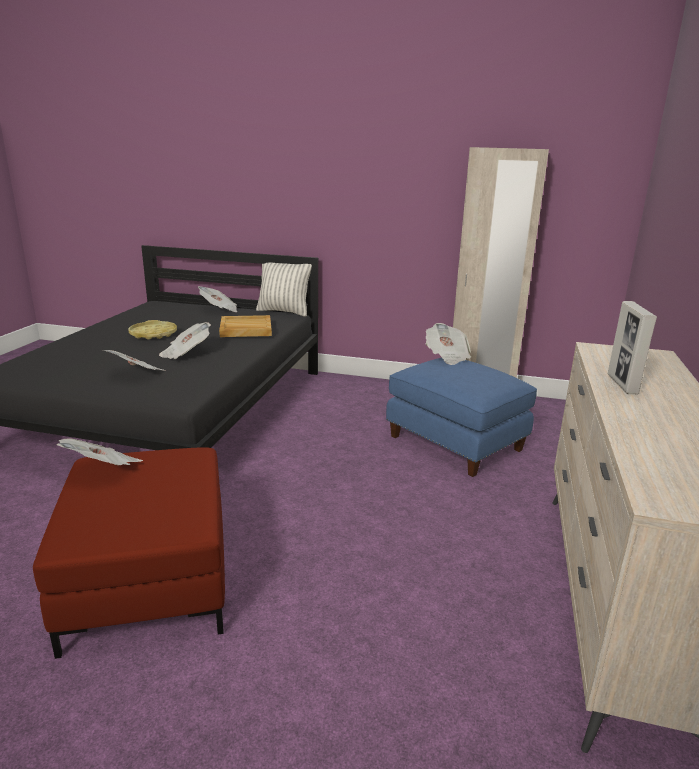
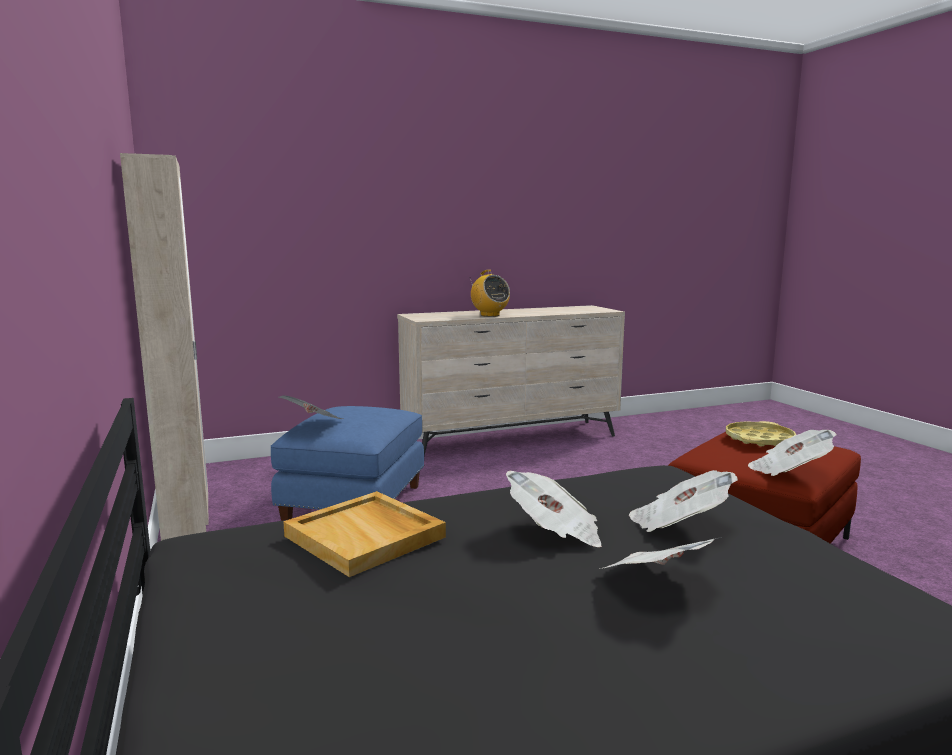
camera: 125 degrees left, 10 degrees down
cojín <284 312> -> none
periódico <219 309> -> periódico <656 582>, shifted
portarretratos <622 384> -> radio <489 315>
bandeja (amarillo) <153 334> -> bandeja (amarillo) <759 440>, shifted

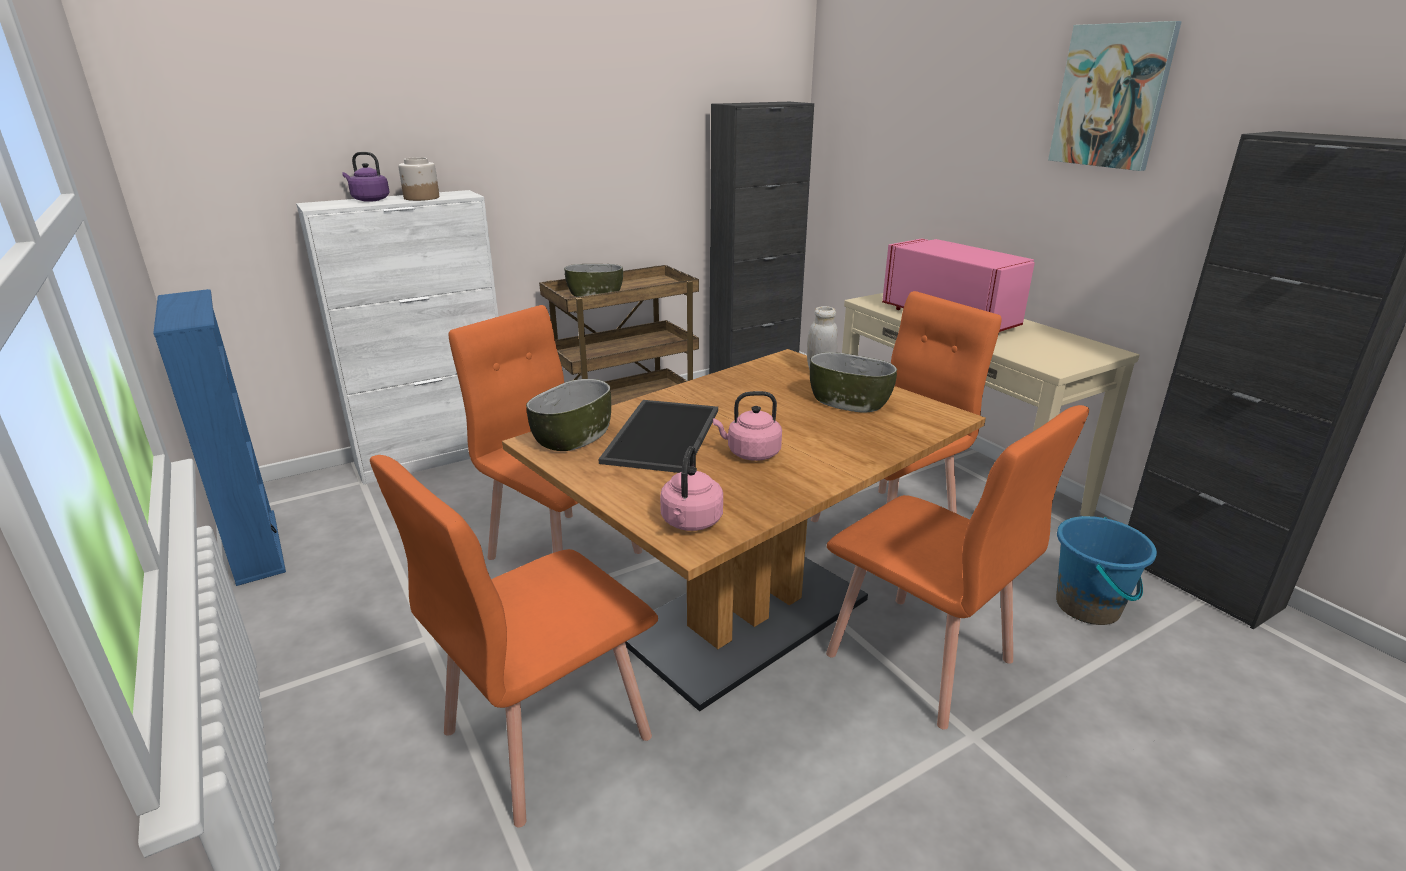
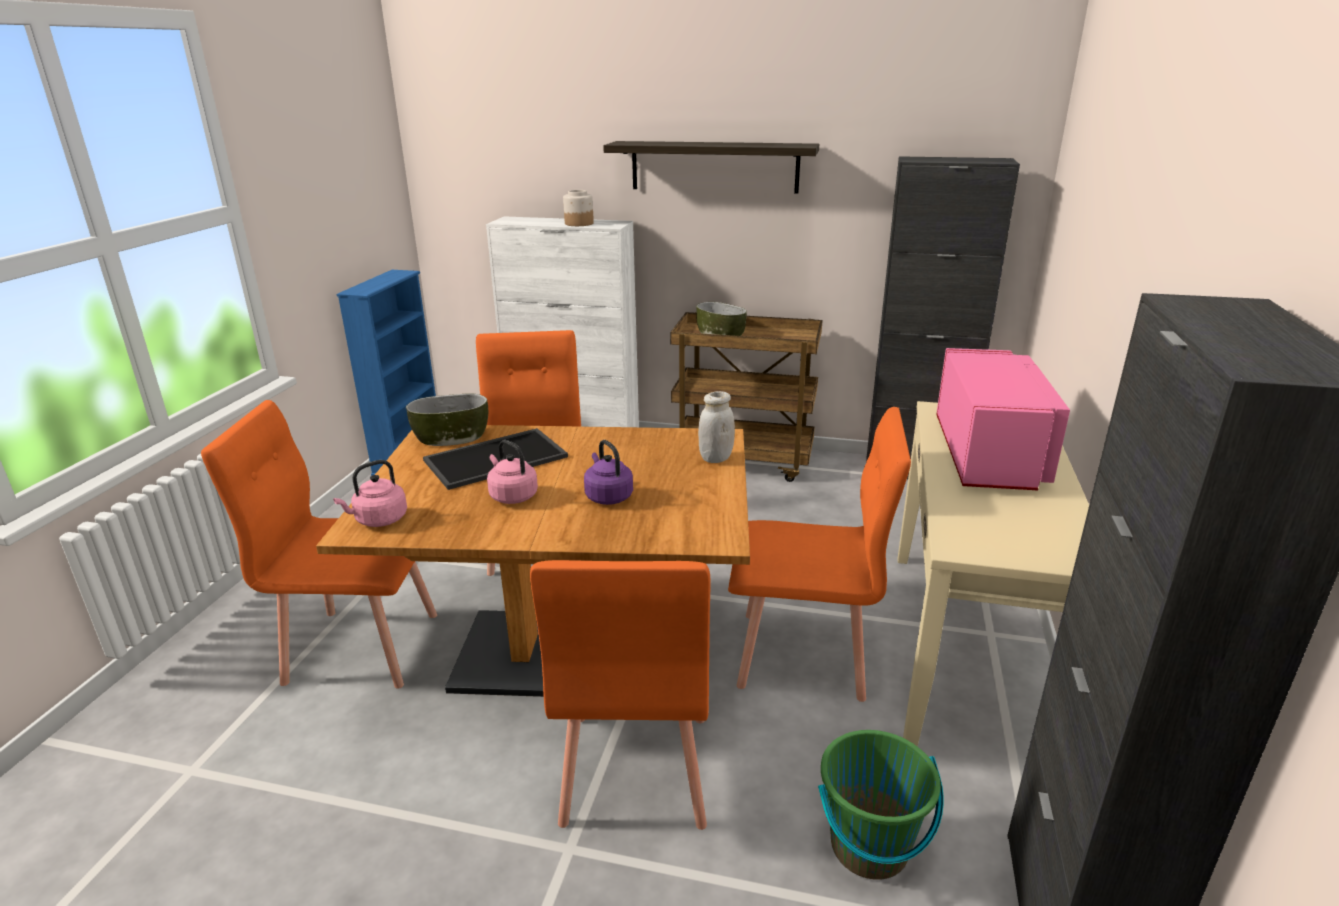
camera: 45 degrees right, 0 degrees up
cuadro <1111 96> -> none
hervidor (morado) <369 200> -> hervidor (morado) <607 496>, shifted
cuenco <849 401> -> none
cubo (azul) <1088 606> -> cubo (verde) <869 847>
none -> estante <714 166>

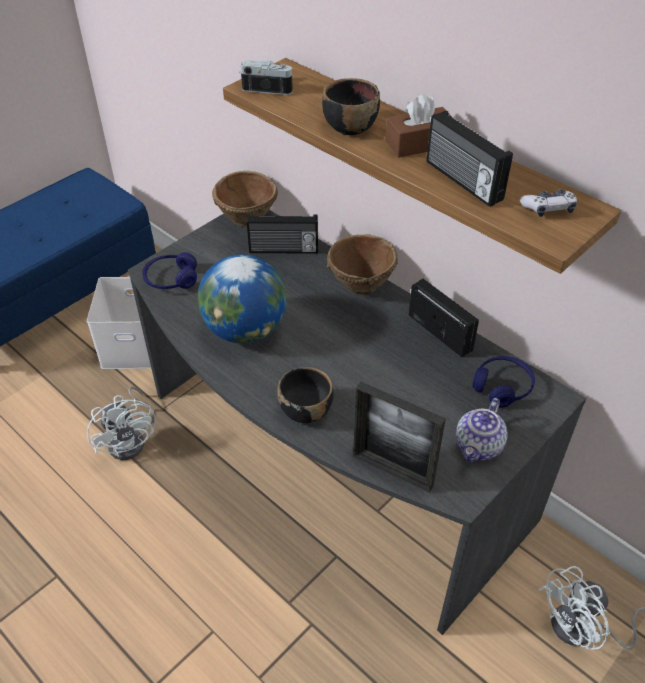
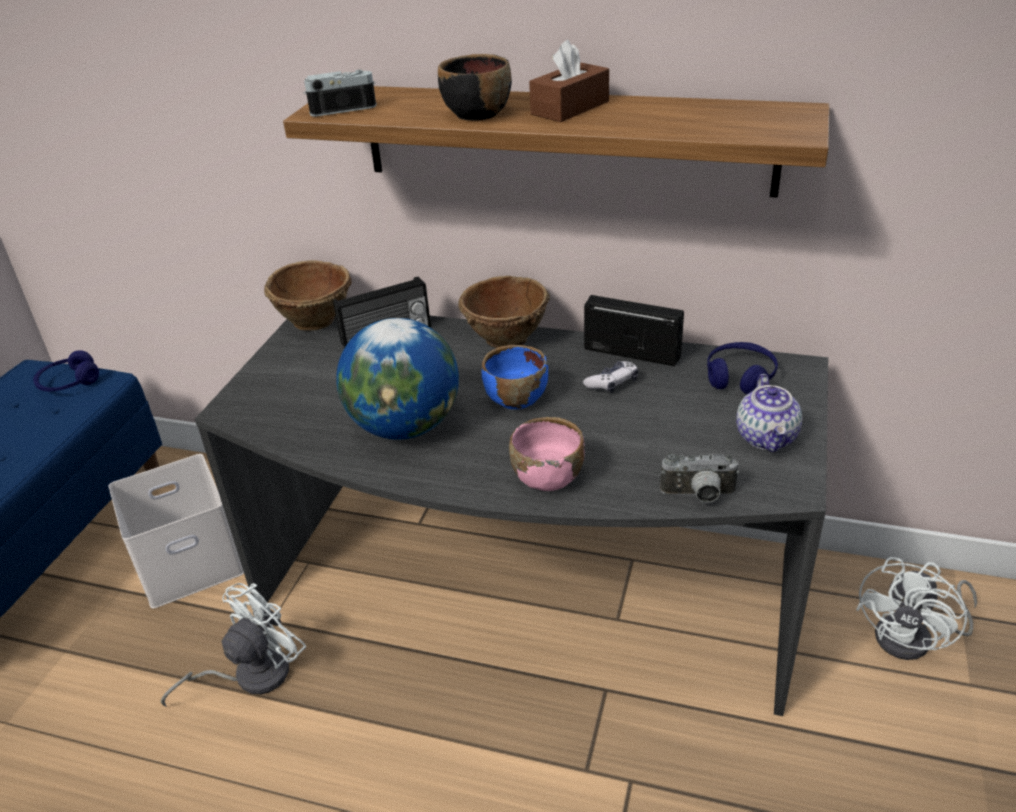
camera: 25 degrees left, 10 degrees down
radio <462 181> -> none
mando de consola <548 209> -> mando de consola <612 383>, shifted
auriculares (azul) <171 279> -> auriculares (azul) <69 383>, shifted
cuenco (negro) <306 410> -> cuenco (rosa) <547 477>
portarretratos <392 470> -> cámara <698 496>
ventilador (blanco) <131 440> -> ventilador (blanco) <251 675>, 90 degrees counterclockwise
none -> cuenco (azul) <515 399>

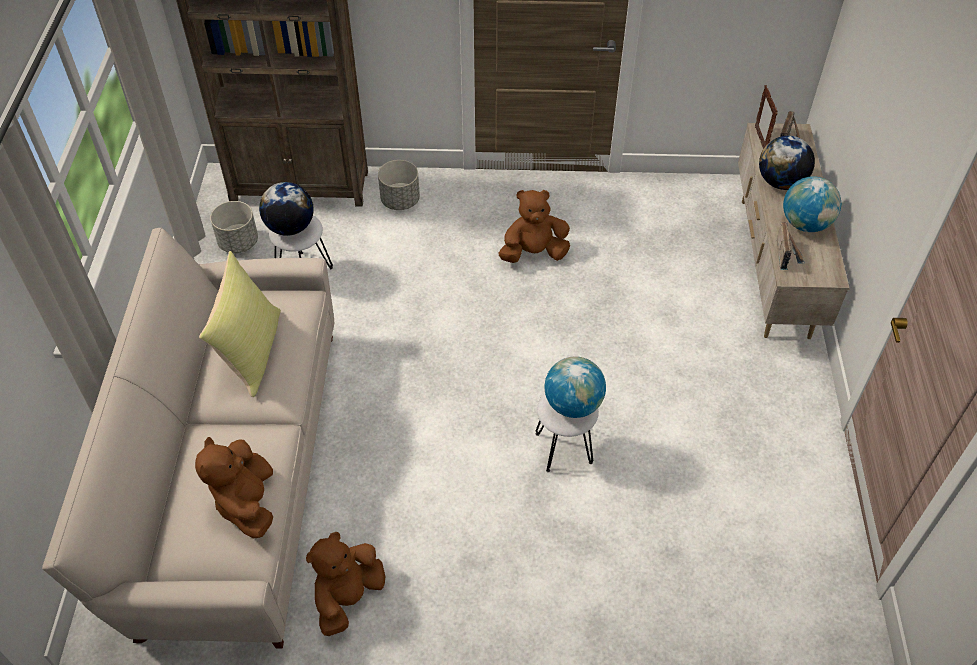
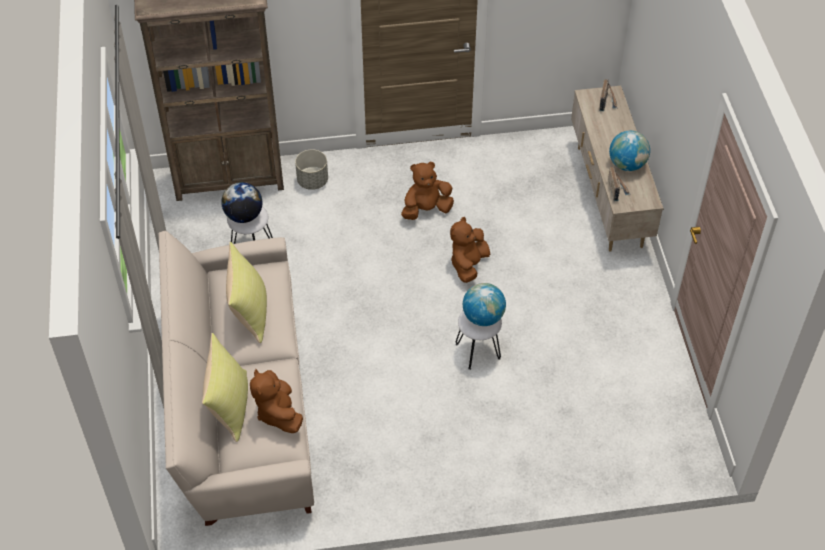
camera: 10 degrees left, 0 degrees up
portarretratos <760 140> -> none
globo terráqueo <780 182> -> none
maceta (gris) <238 242> -> none
peluche (marrón) <348 597> -> peluche (marrón) <468 264>, shifted
none -> cojín (amarillo) <229 406>

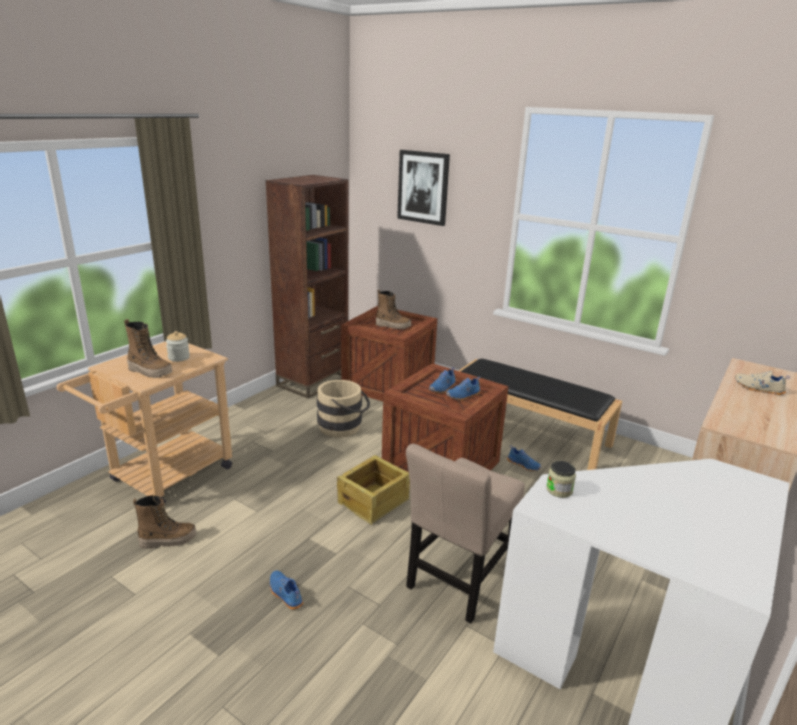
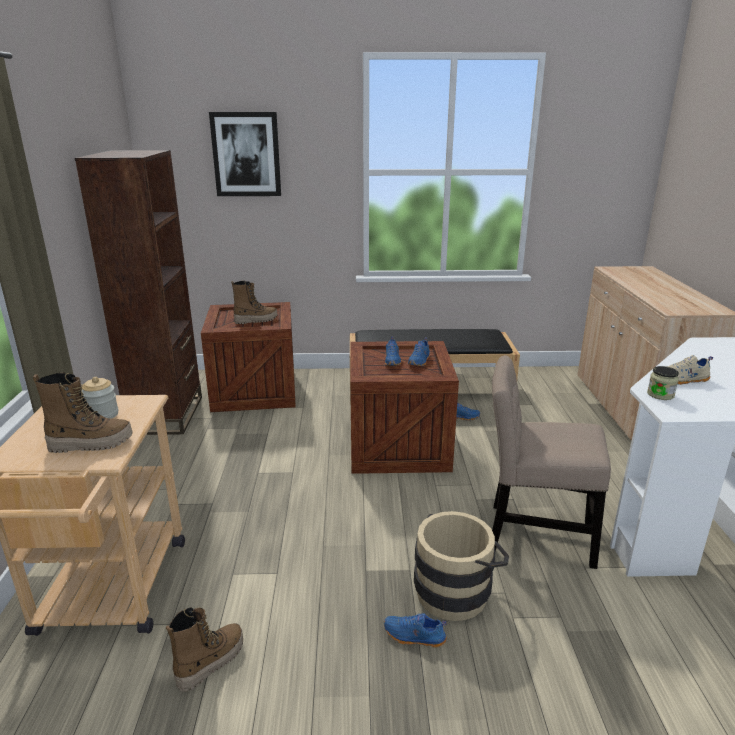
camera: 35 degrees left, 0 degrees up
zapato (beis) <758 389> -> zapato (beis) <682 380>, shifted
cubo (beis) <344 427> -> cubo (beis) <457 590>, shifted
silla (beis) <459 580> -> silla (beis) <534 534>, 105 degrees clockwise
caja de embalaje <374 501> -> none

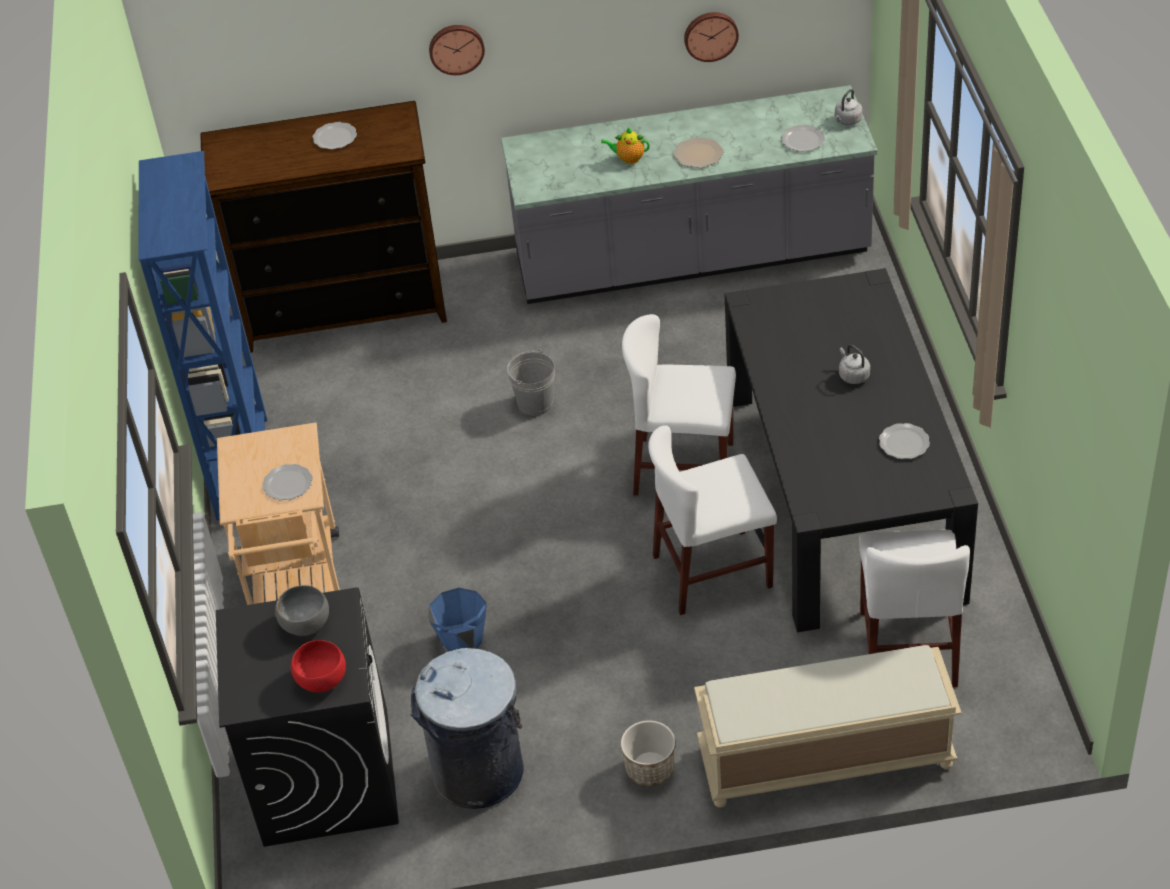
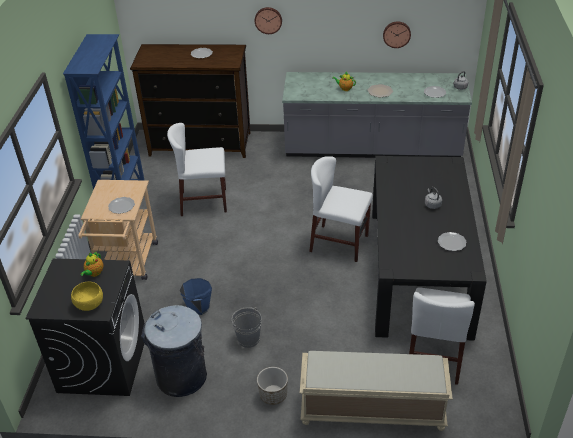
camera: 10 degrees right, 5 degrees down
cubo (gris) <535 403> -> cubo (gris) <248 339>, shifted
silla (blanco) <712 571> -> silla (blanco) <204 202>, shifted
cuenco (gris) <305 623> -> tetera <94 273>
cuenco (rojo) <321 679> -> cuenco (amarillo) <89 304>

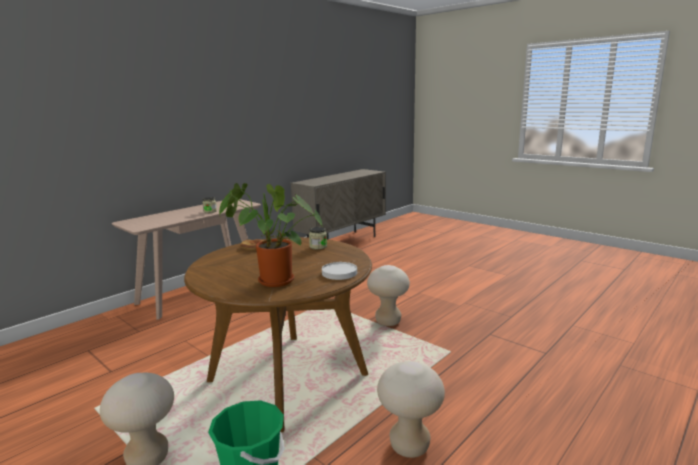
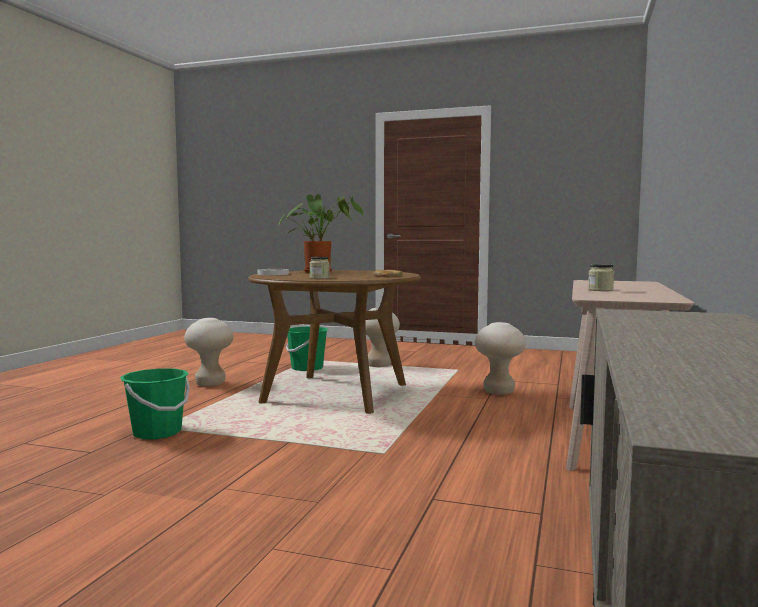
camera: 155 degrees right, 10 degrees down
taburete (beis) <388 321> -> taburete (beis) <499 392>, shifted
none -> cubo (verde) <157 432>

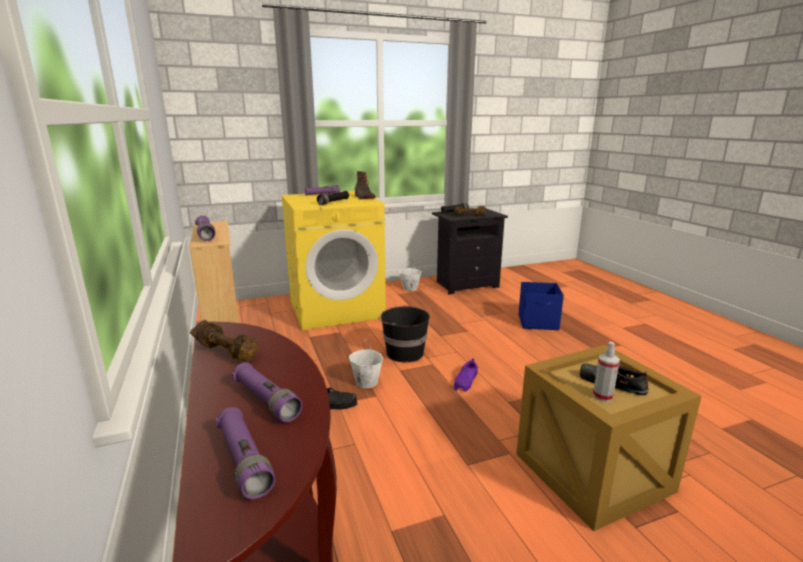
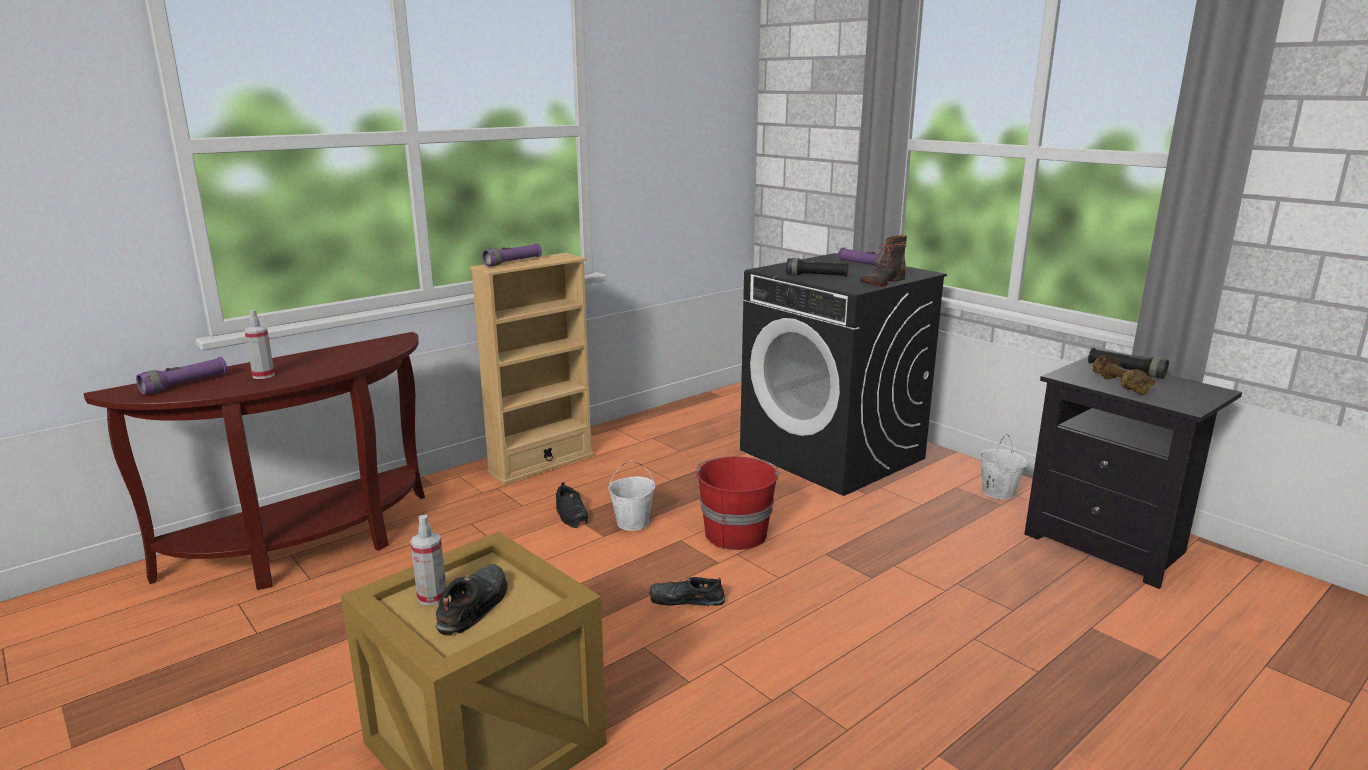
camera: 70 degrees right, 0 degrees up
lavadora (amarillo) <336 309> -> lavadora (negro) <833 454>
caja de almacenaje (azul) <538 322> -> none
cubo (negro) <404 353> -> cubo (rojo) <735 533>
mancuerna (marrón) <227 352> -> none
zapato (morado) <466 381> -> zapato (negro) <685 599>
linterna (morado) <266 401> -> pulverizador <263 375>

